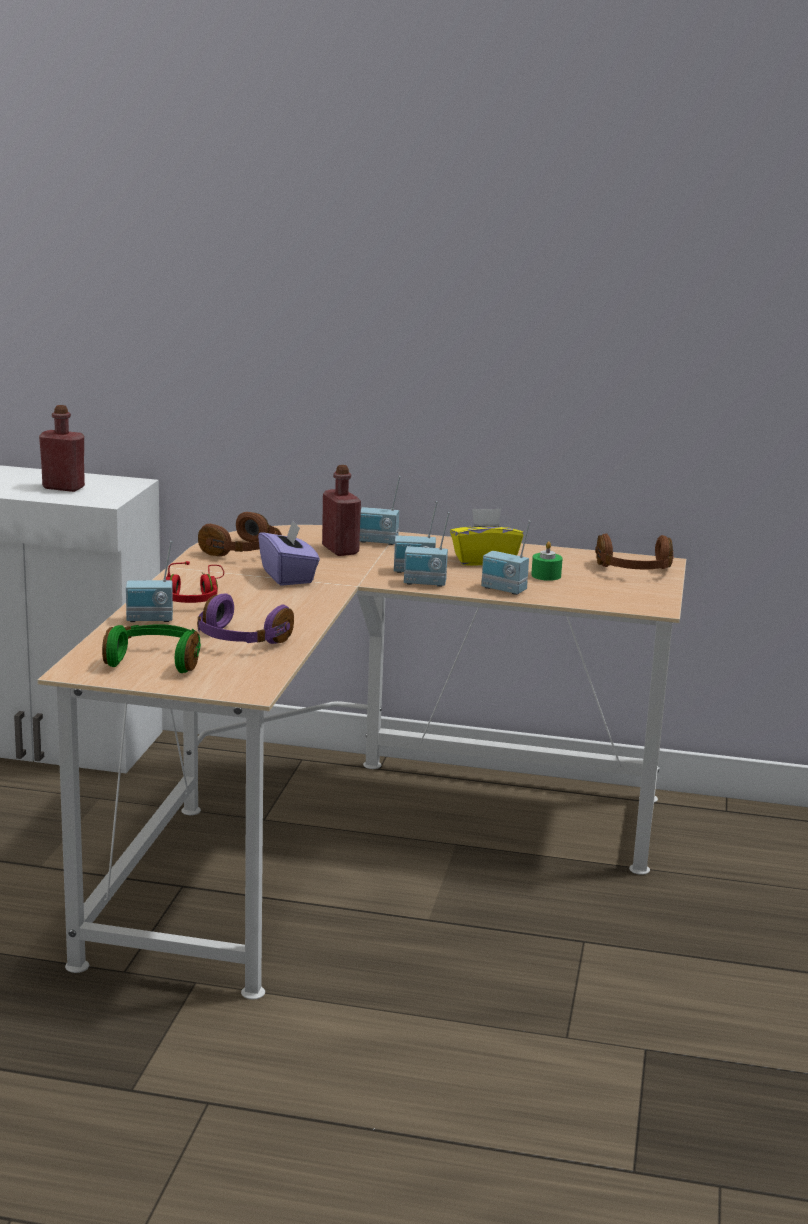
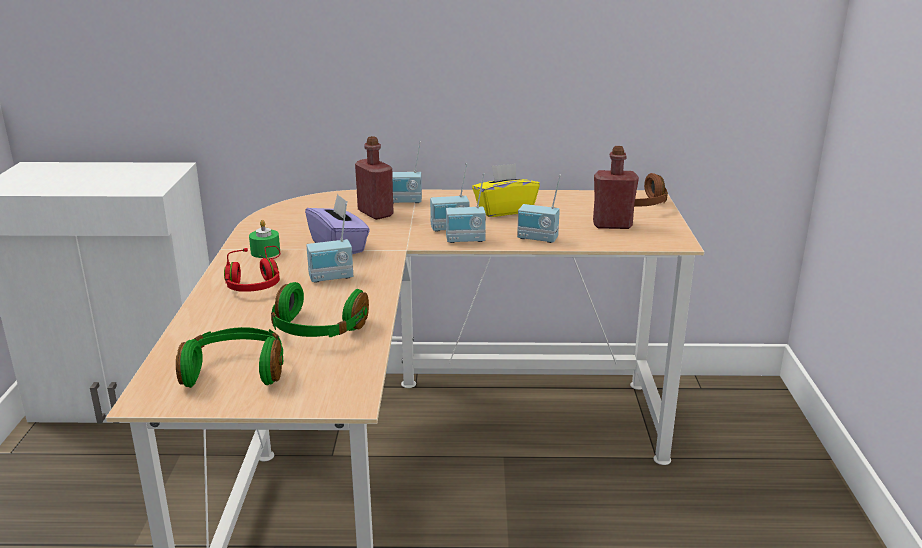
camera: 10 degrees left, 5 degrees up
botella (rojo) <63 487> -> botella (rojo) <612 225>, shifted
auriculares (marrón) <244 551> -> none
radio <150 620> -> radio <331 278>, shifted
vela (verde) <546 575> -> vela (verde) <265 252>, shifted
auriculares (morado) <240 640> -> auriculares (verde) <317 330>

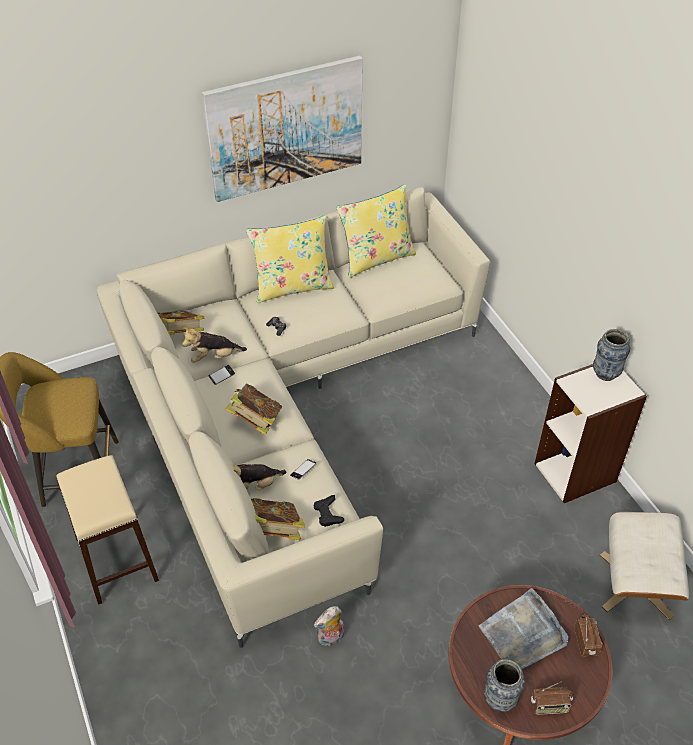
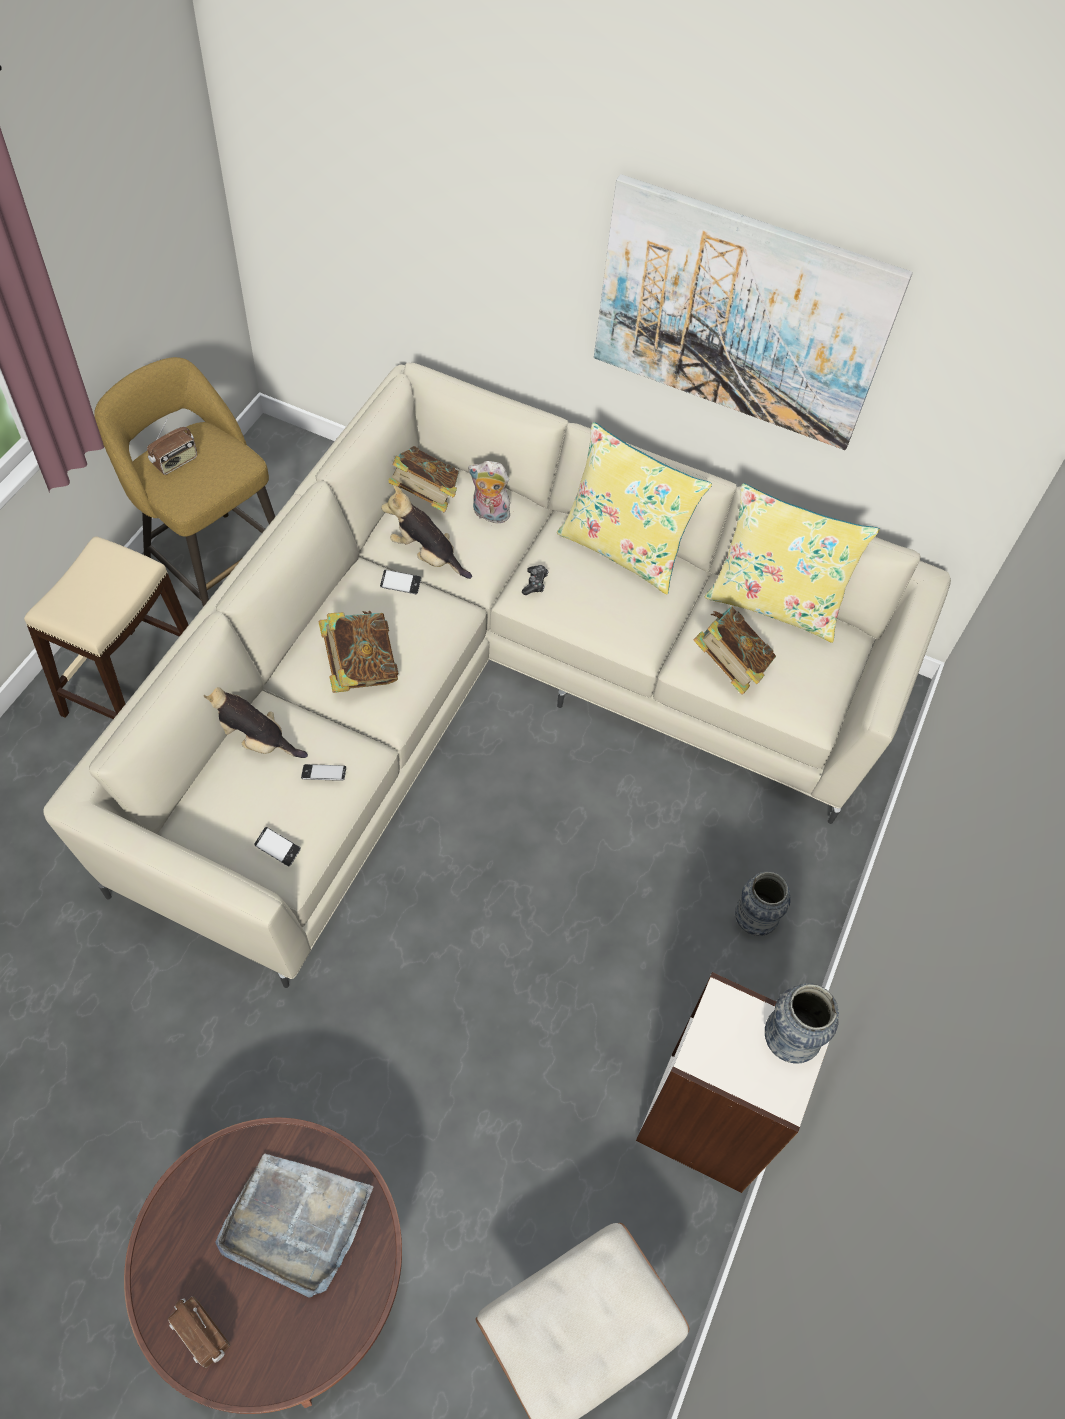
camera: 45 degrees right, 10 degrees up
mando de consola (negro) <328 513> -> móvil <278 848>
libro <273 531> -> libro <729 666>, shifted
peluche <331 638> -> peluche <489 515>, shifted
radio <586 642> -> radio <175 462>, shifted
florero <500 699> -> florero <753 921>, shifted

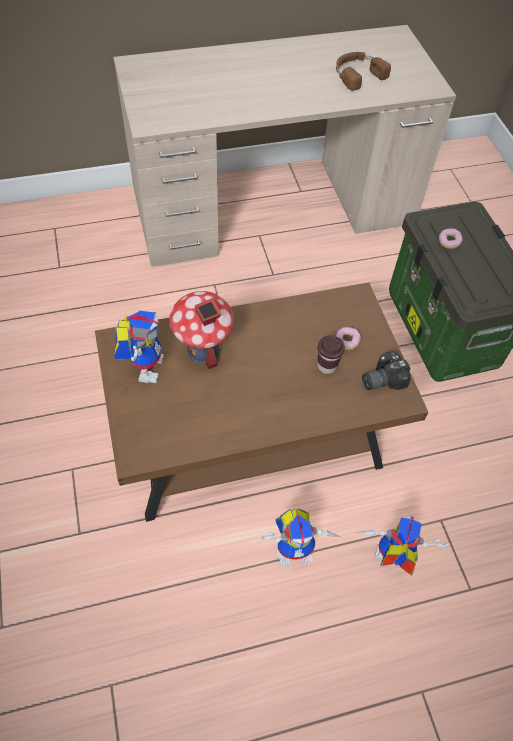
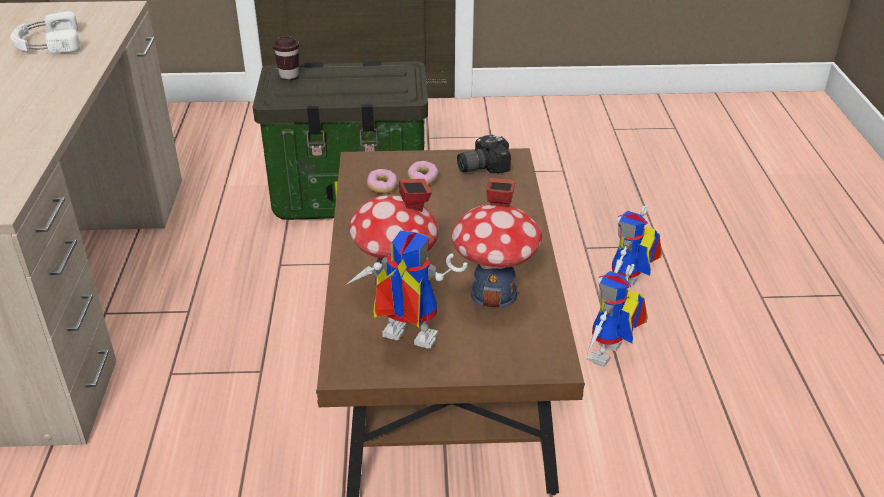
camera: 75 degrees left, 20 degrees down
auriculares (marrón) <357 74> -> auriculares (blanco) <47 43>
rosquilla <448 242> -> rosquilla <382 187>, shifted
taza (marrón) <327 366> -> taza (marrón) <289 75>, shifted
cámara <381 378> -> cámara <480 166>, 75 degrees clockwise
robot de juguete <296 549> -> robot de juguete <609 357>, 150 degrees counterclockwise
none -> casita <494 294>

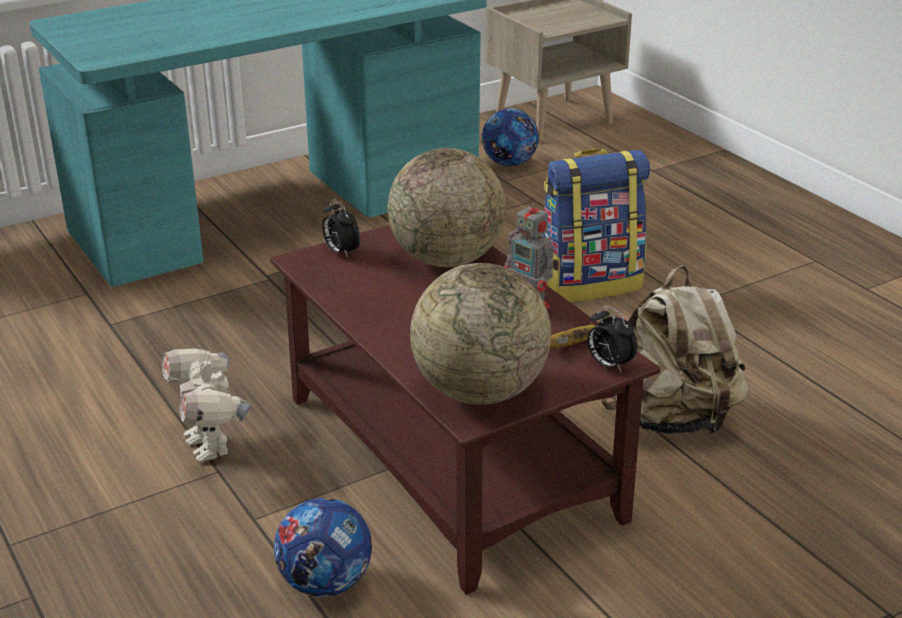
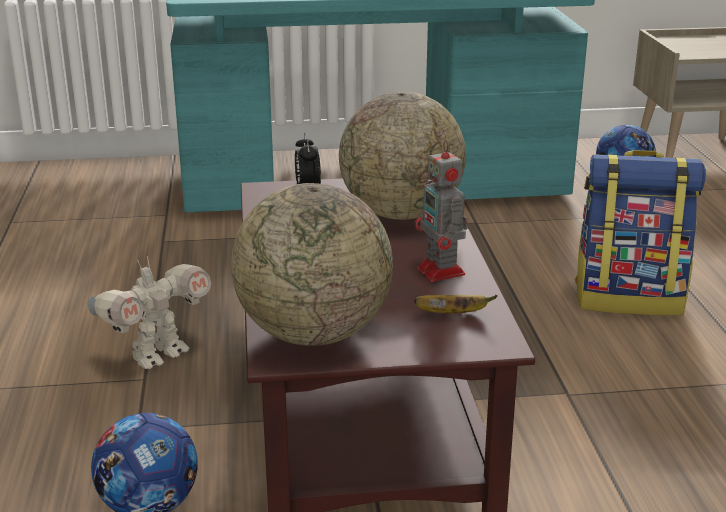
camera: 25 degrees right, 5 degrees down
mochila (beis) <670 419> -> none
despertador <608 365> -> none
robot de juguete <210 445> -> robot de juguete <157 355>, 135 degrees counterclockwise

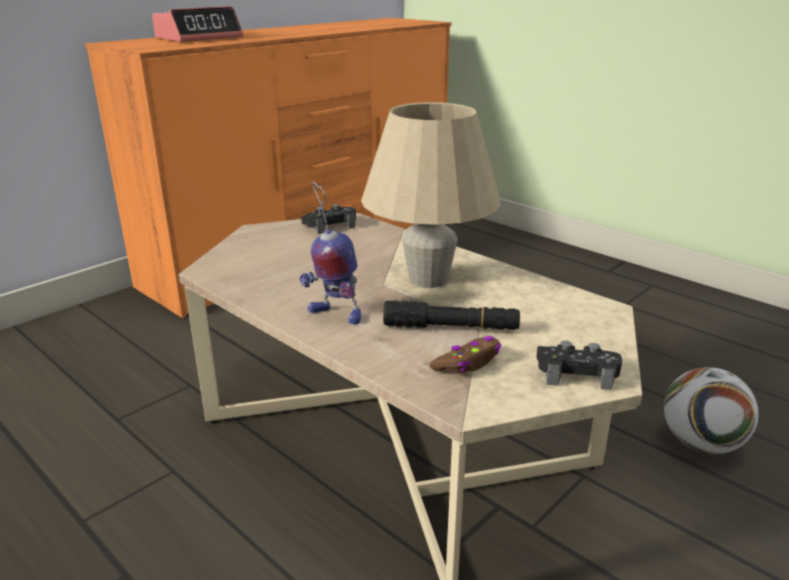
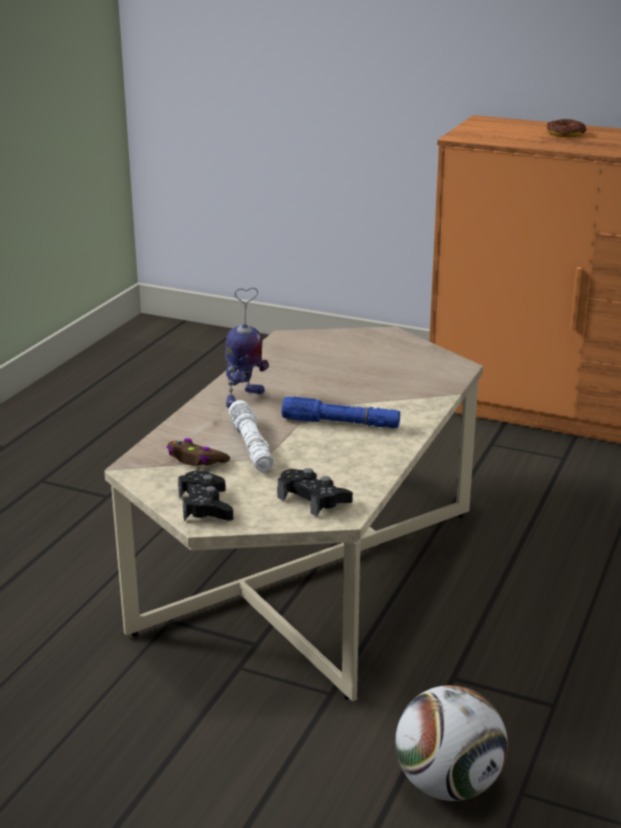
camera: 70 degrees right, 0 degrees up
despertador <199 38> -> rosquilla <565 134>
lámpara de mesa (beis) <428 279> -> linterna (azul) <341 423>
robot de juguete <334 314> -> robot de juguete <243 398>, 150 degrees counterclockwise
mando de consola (negro) <330 226> -> mando de consola (negro) <313 499>, shifted
linterna (negro) <451 328> -> linterna (blanco) <251 446>

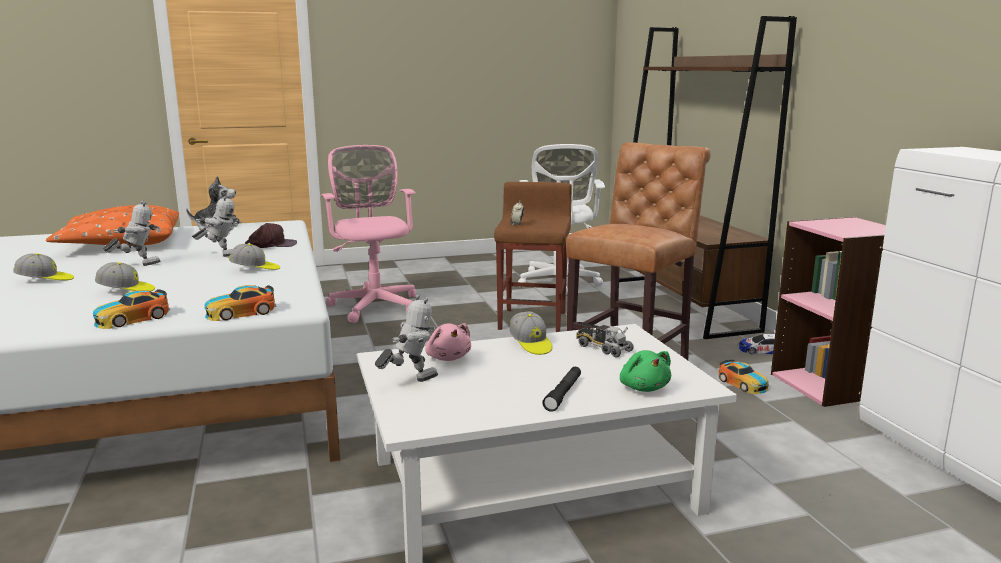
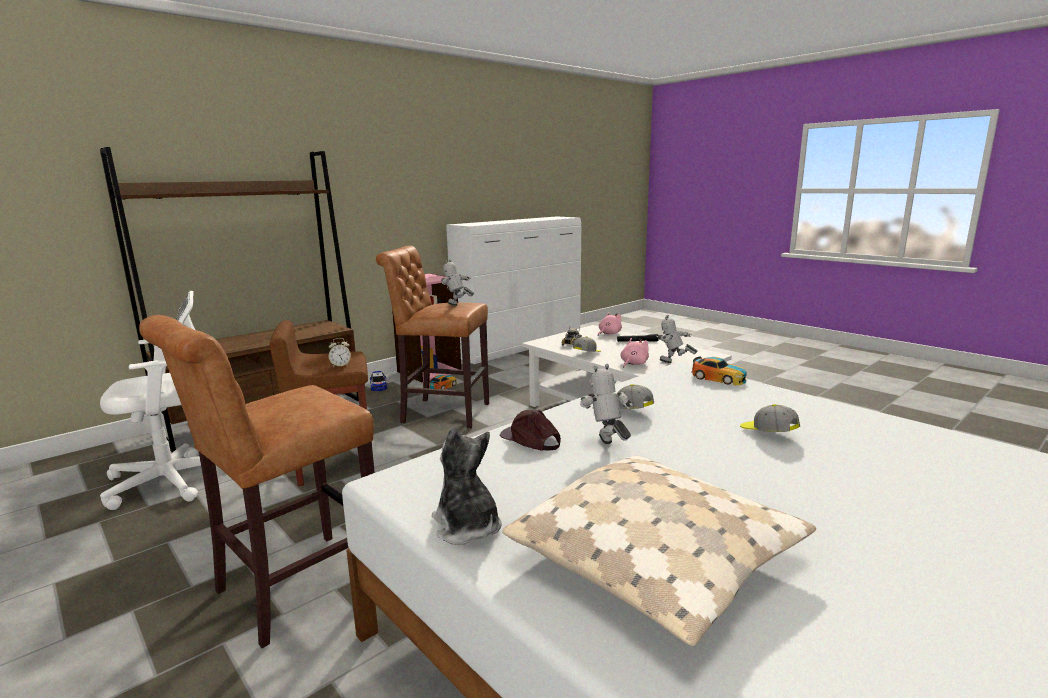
camera: 115 degrees left, 0 degrees up
silla de oficina (rosa) <374 304> -> taburete (marrón) <291 590>
robot de juguete <137 265> -> robot de juguete <457 306>, shifted
cojín (naranja) <120 243> -> cojín (beis) <657 561>
gorra <45 280> -> none
coche de juguete <132 319> -> none
peluche (verde) <643 387> -> peluche (rosa) <609 333>

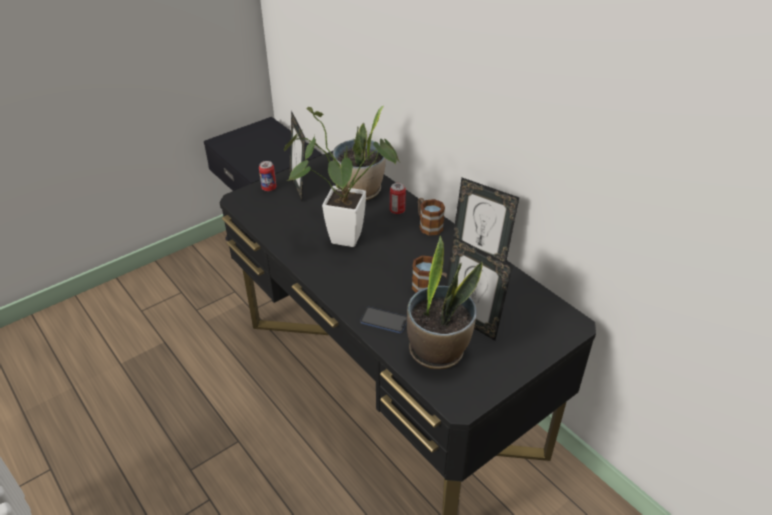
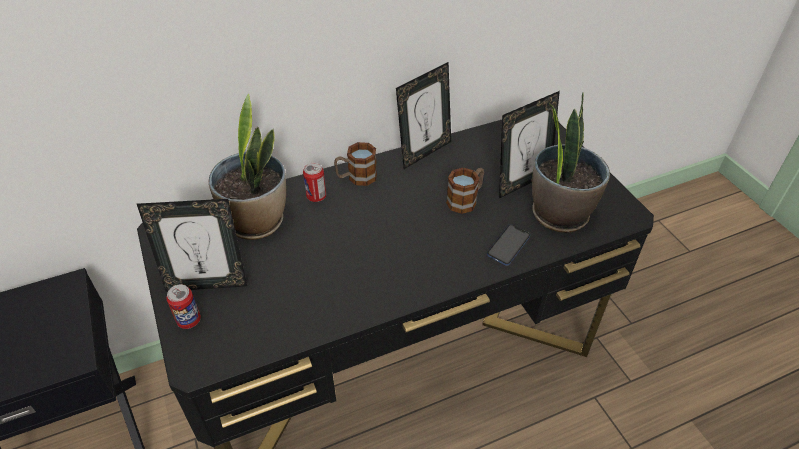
camera: 75 degrees left, 5 degrees up
planta en maceta <338 237> -> none

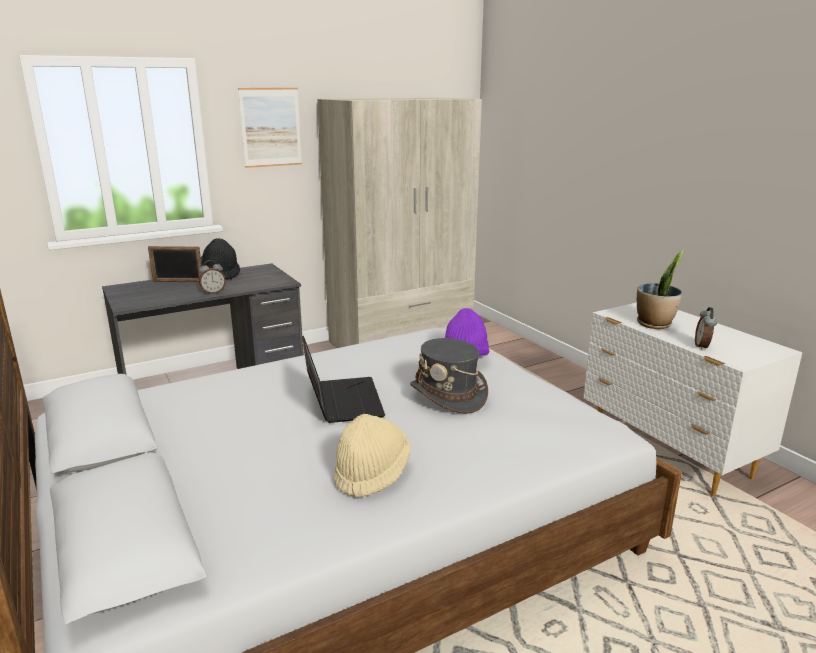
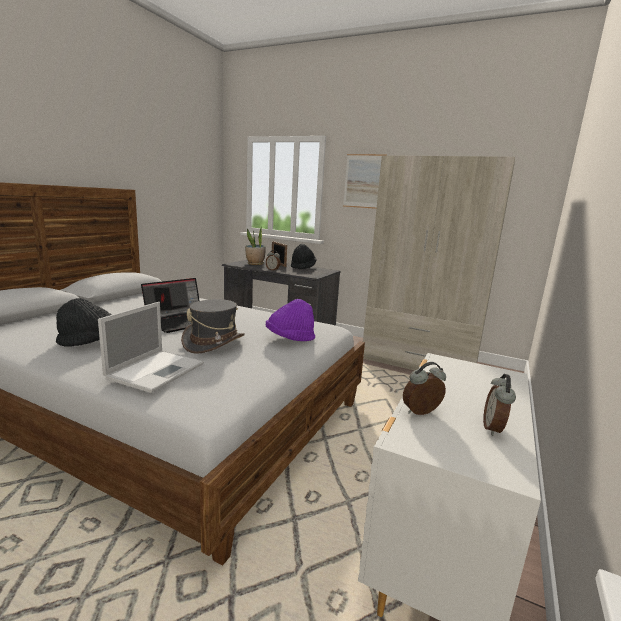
camera: 55 degrees right, 5 degrees down
planta en maceta <654 324> -> planta en maceta <255 264>, shifted
sombrero (beis) <372 473> -> sombrero (negro) <89 342>
none -> portátil <157 370>
none -> despertador <494 429>

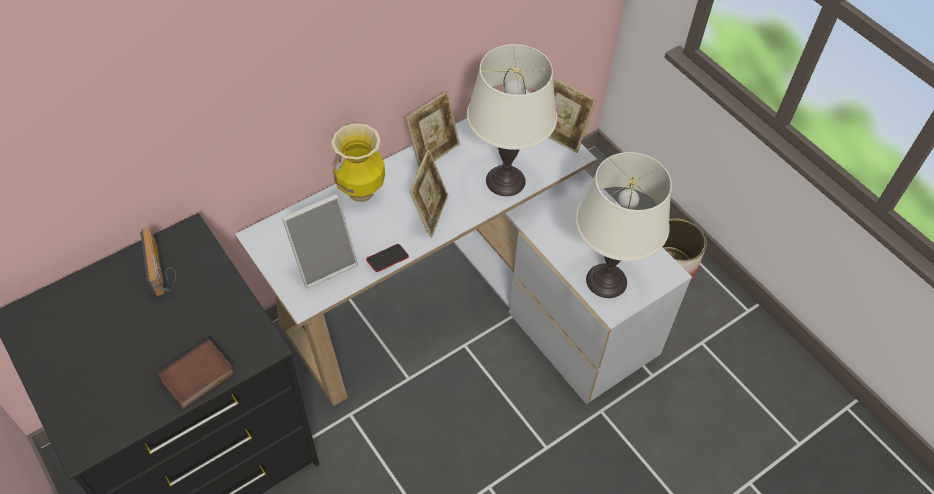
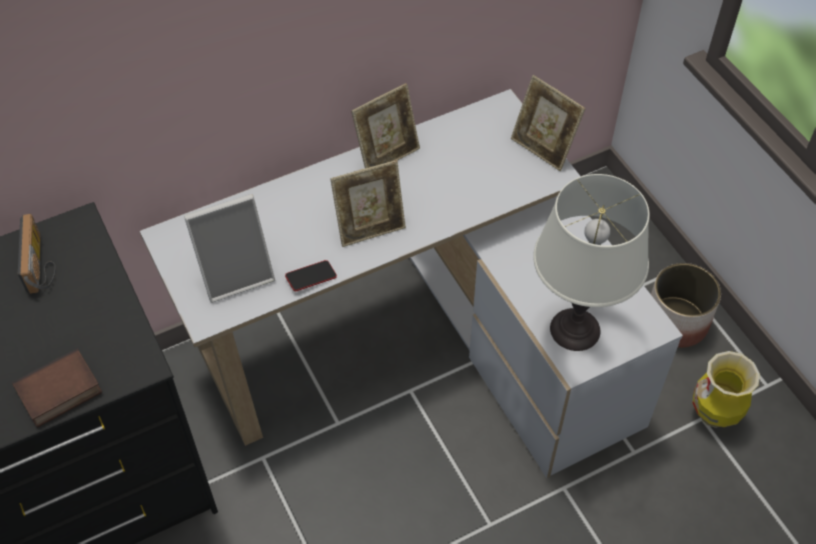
camera: 10 degrees right, 0 degrees up
lámpara de mesa (blanco) <505 180> -> none
florero <361 192> -> florero <714 415>, shifted
portarretratos <429 213> -> portarretratos <370 228>, 45 degrees clockwise

